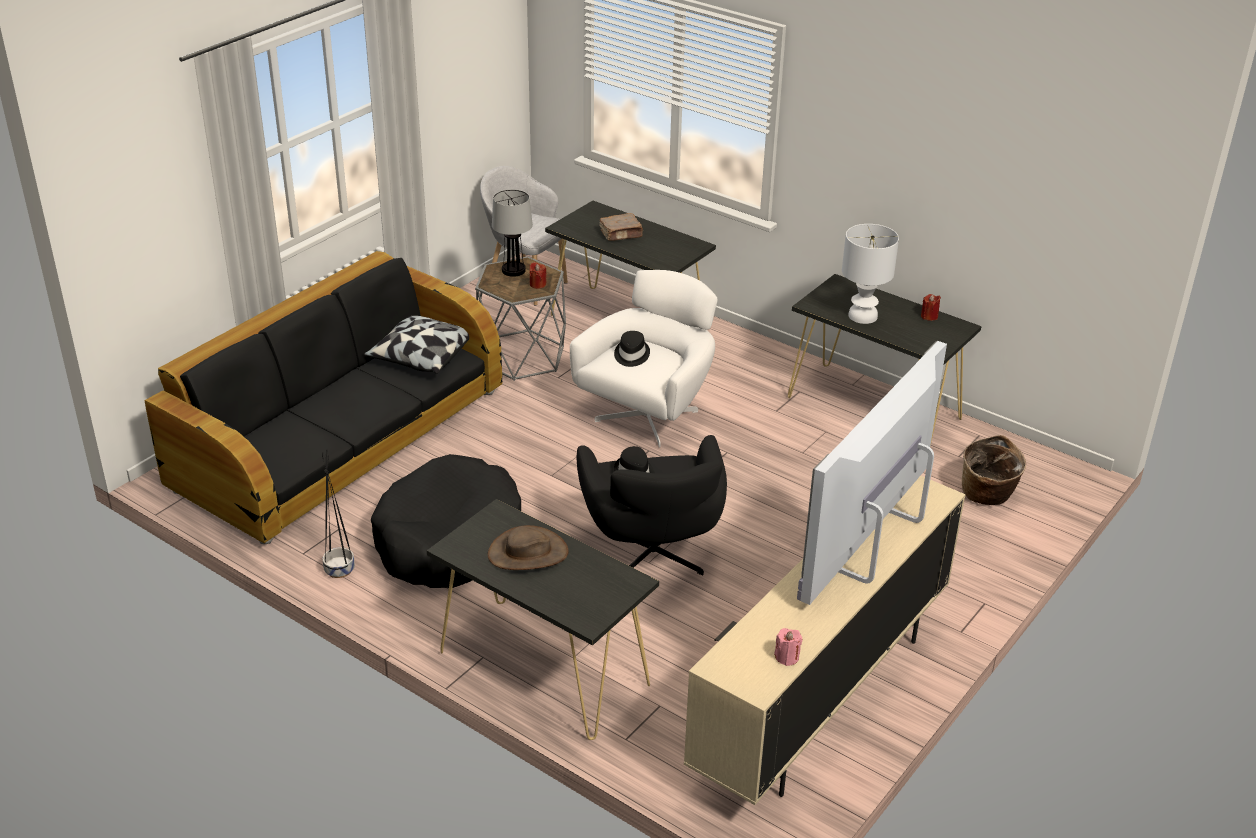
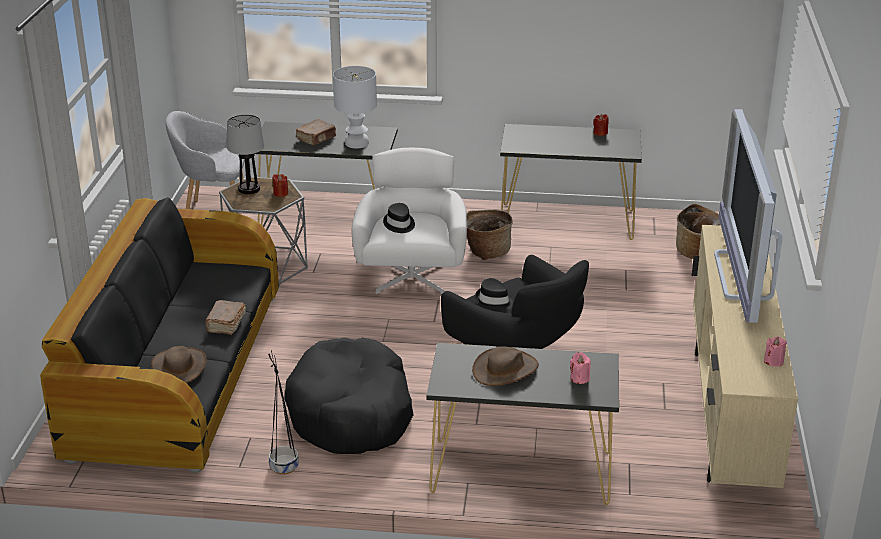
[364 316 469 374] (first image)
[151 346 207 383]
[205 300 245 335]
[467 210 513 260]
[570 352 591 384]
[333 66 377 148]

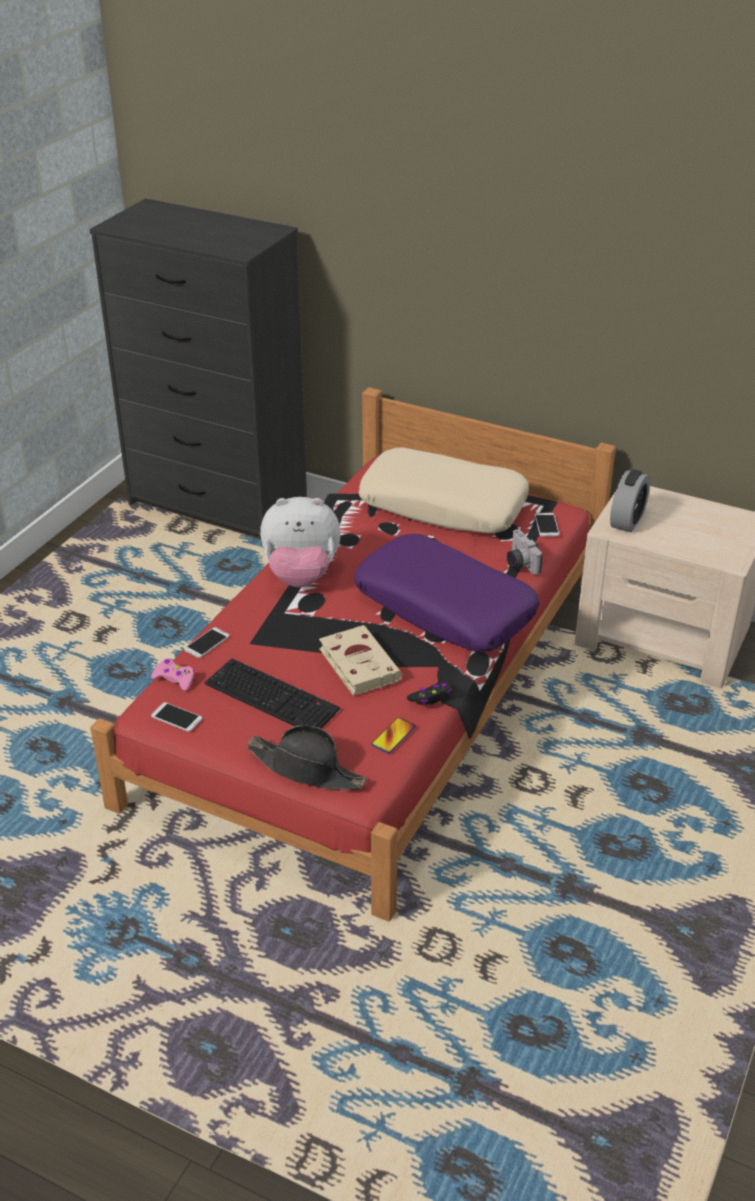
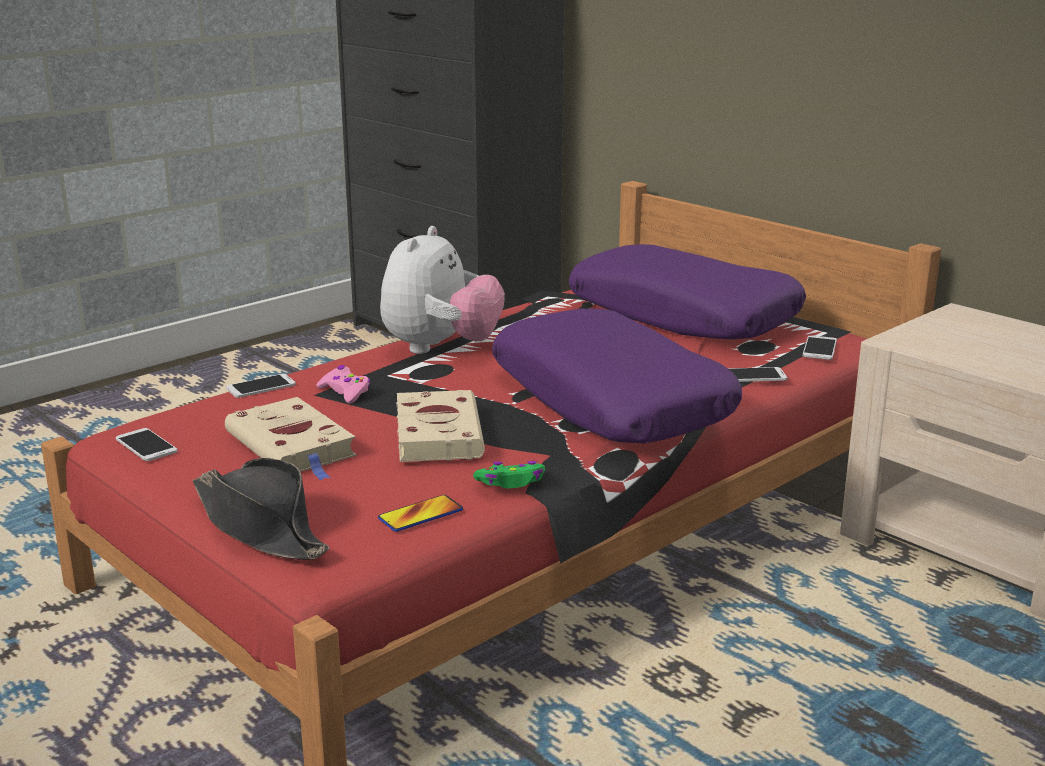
[610 469 650 532] (first image)
[316 365 370 403]
[225 397 356 480]
[728 367 787 382]
[569 244 806 339]
[473 461 545 488]
[380 226 505 354]

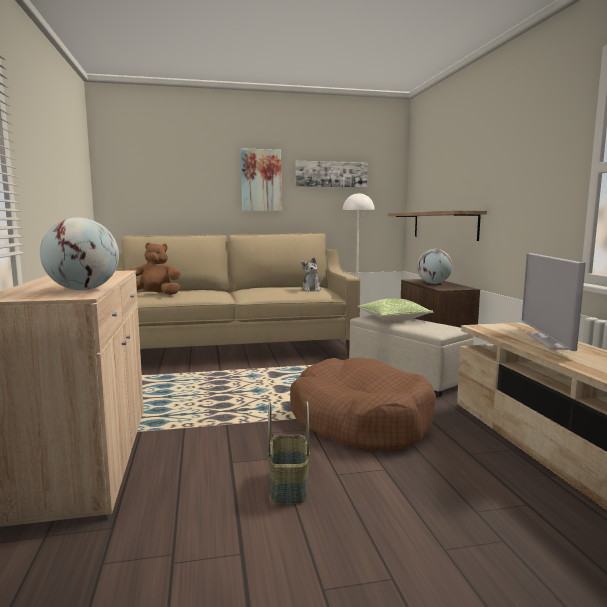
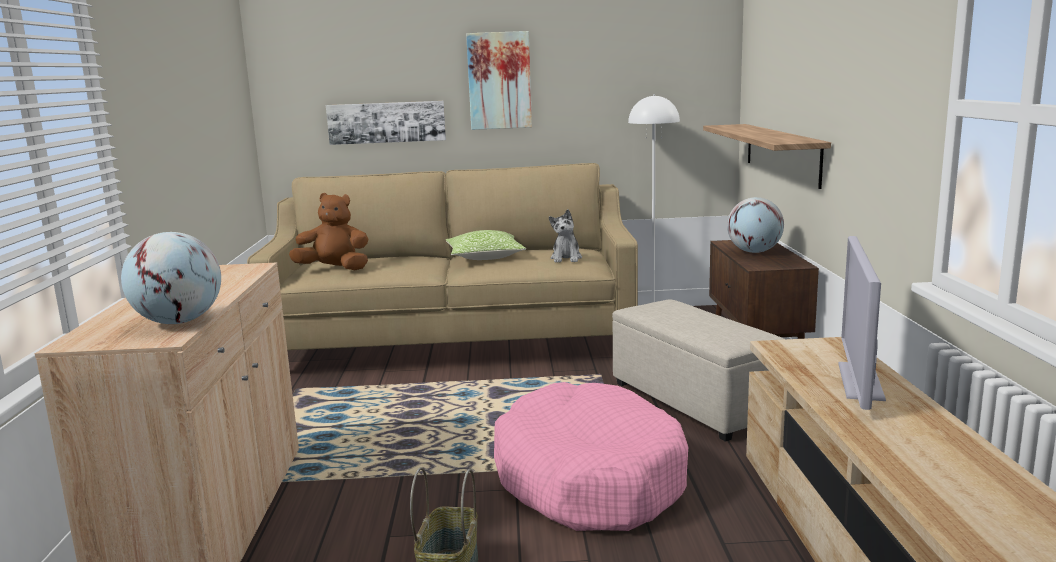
[326 101 446 145]
[446 230 526 260]
[494 382 688 531]

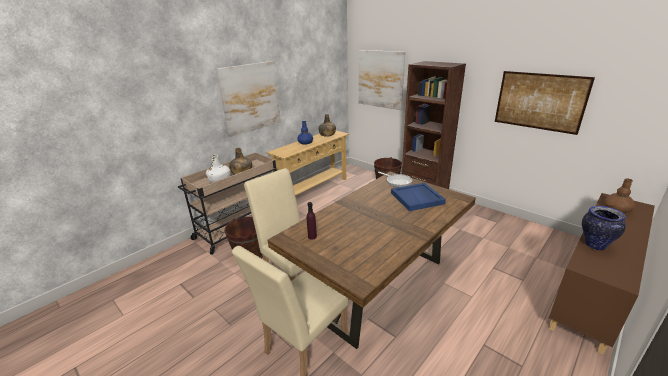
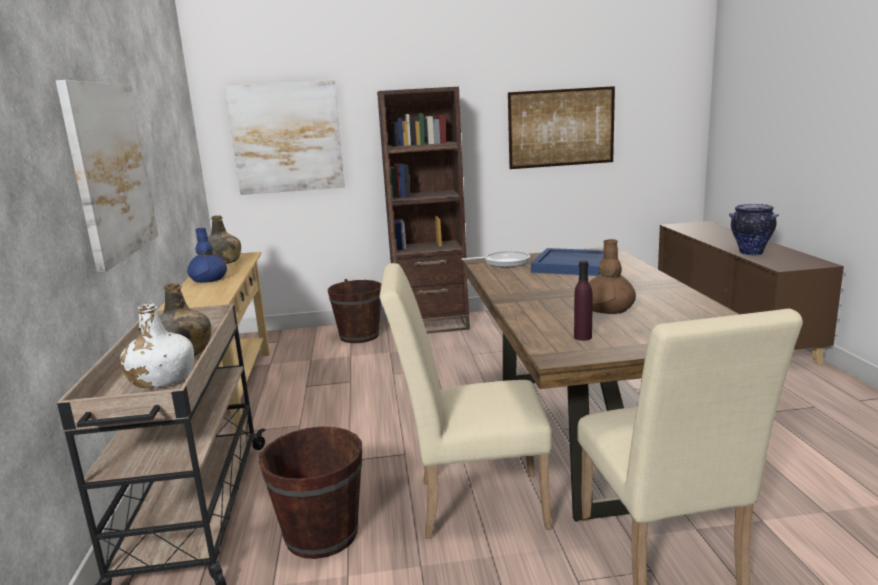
[589 239 636 314]

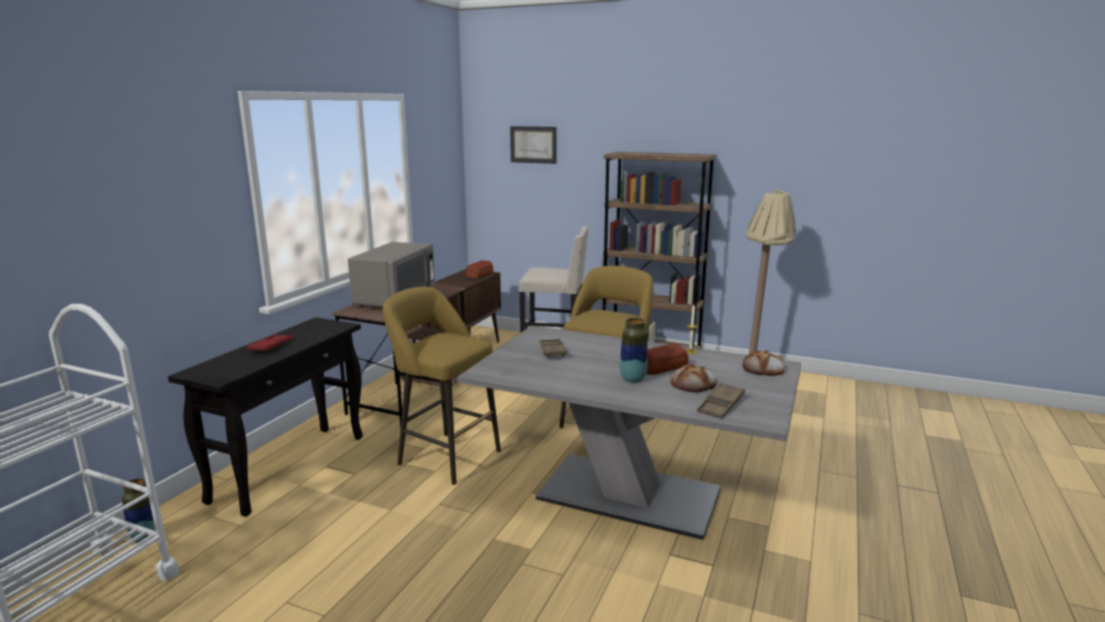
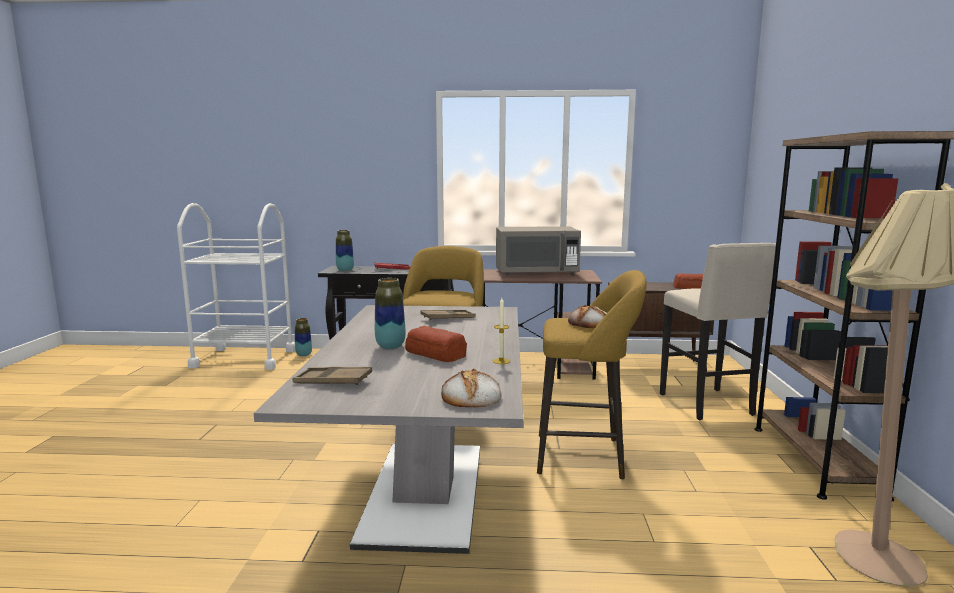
[510 126 557 164] (first image)
[336 230 354 271]
[568 305 607 328]

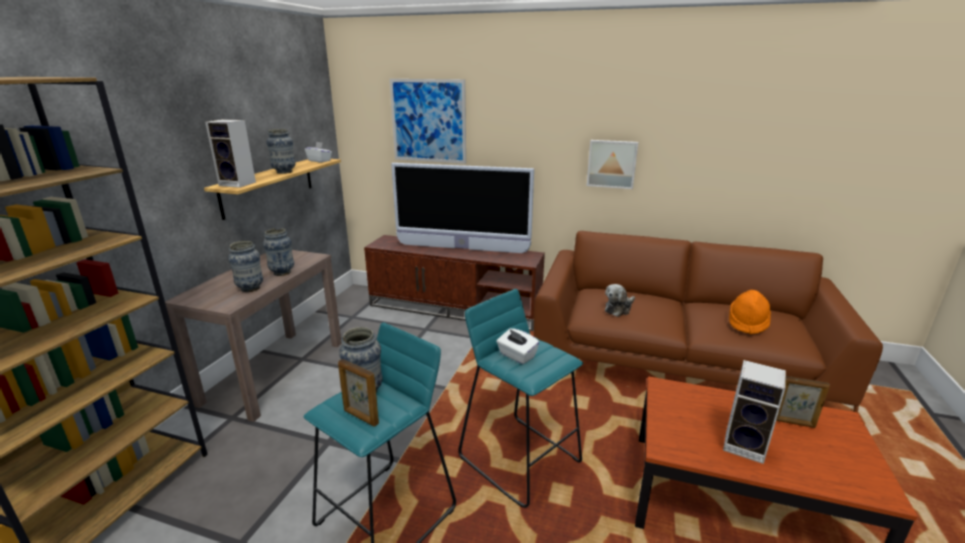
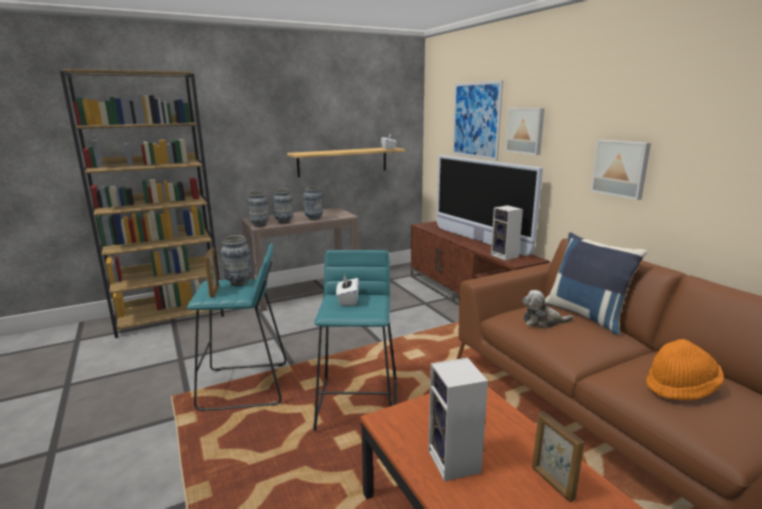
[505 108 545 155]
[545 232 647 335]
[491 205 523 260]
[247 191 269 227]

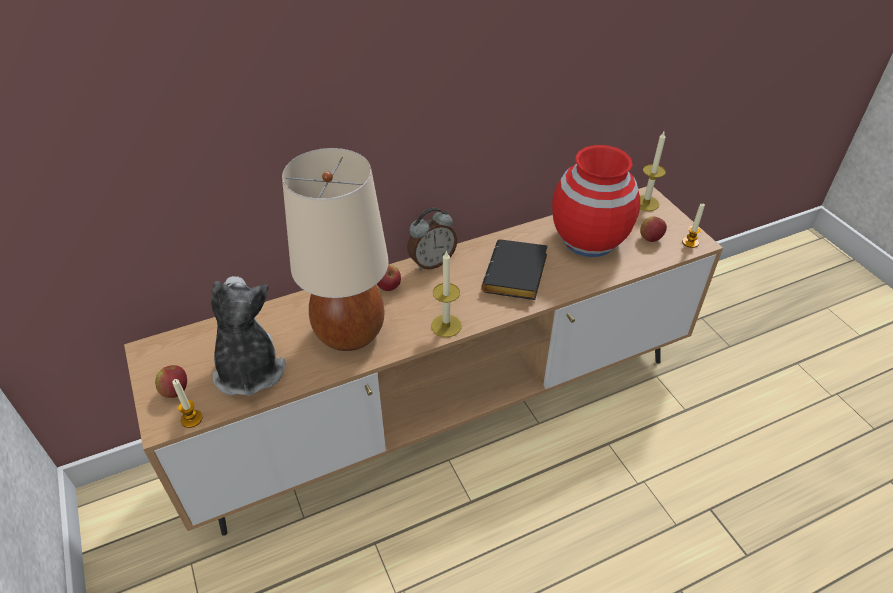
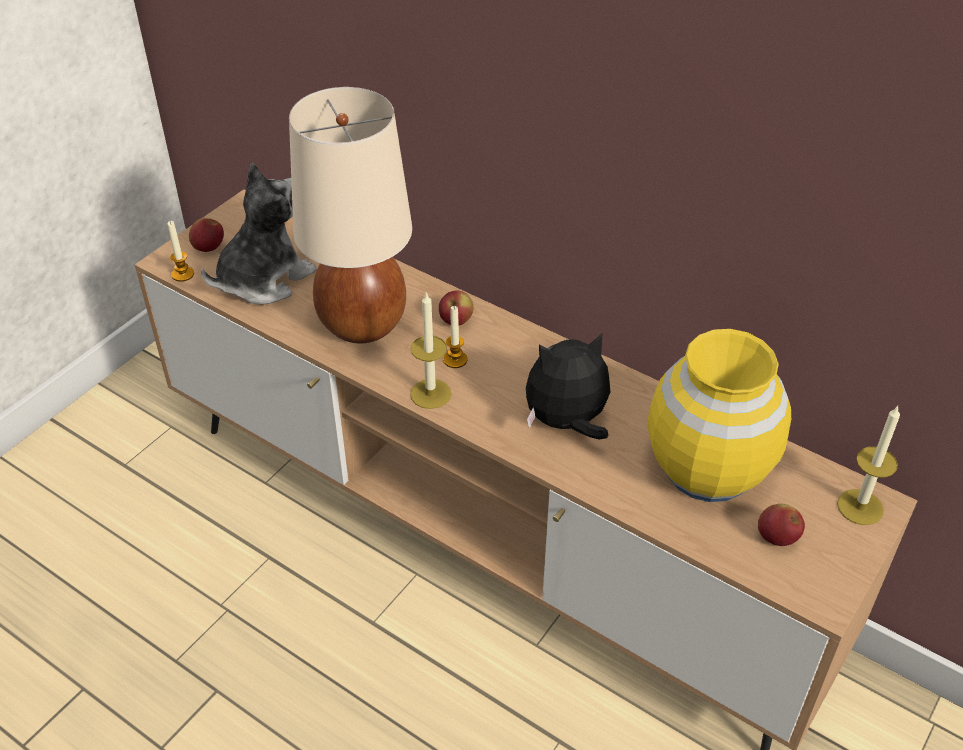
[407 208 457 270] (first image)
[443 306 467 368]
[526 333 611 439]
[648 329 791 502]

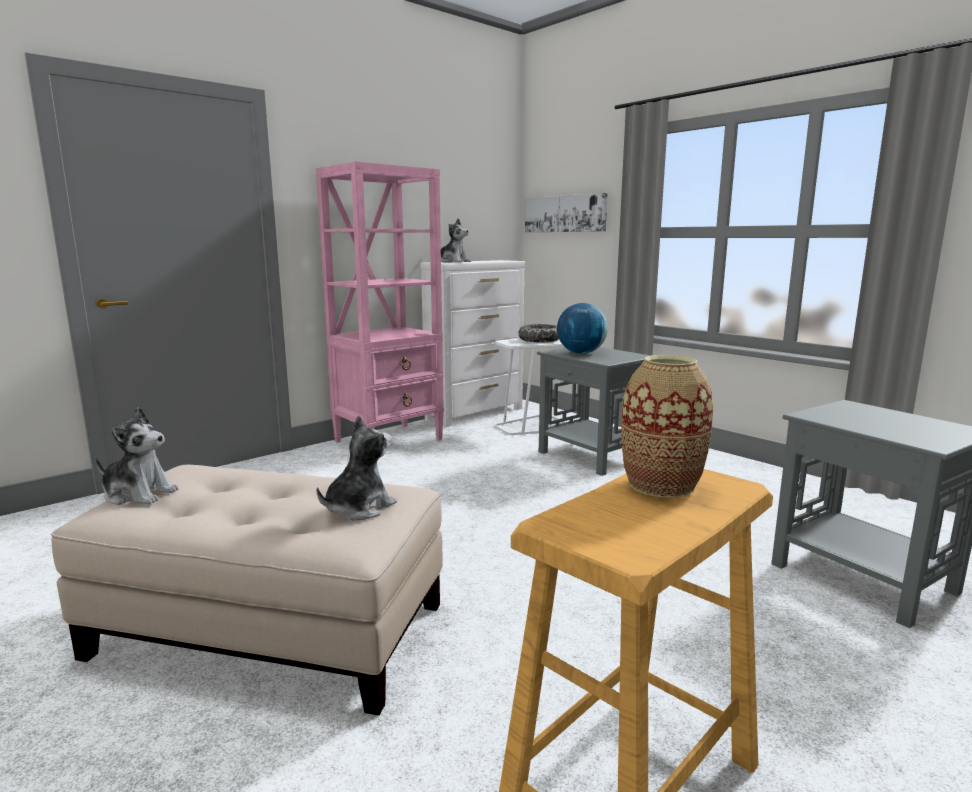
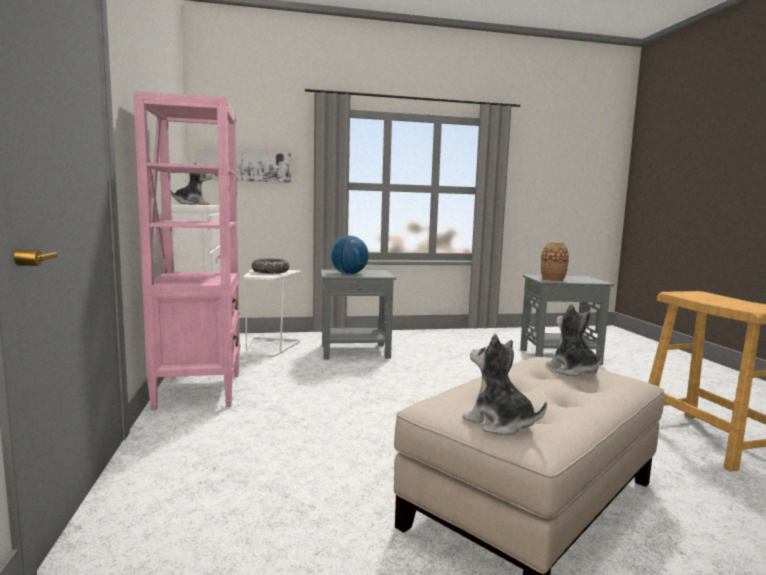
[541 241 569 282]
[462 334 547 435]

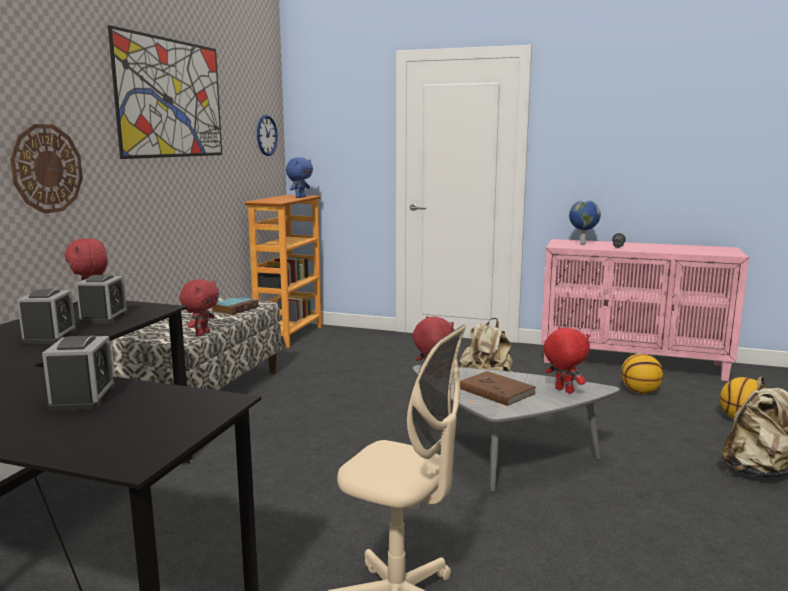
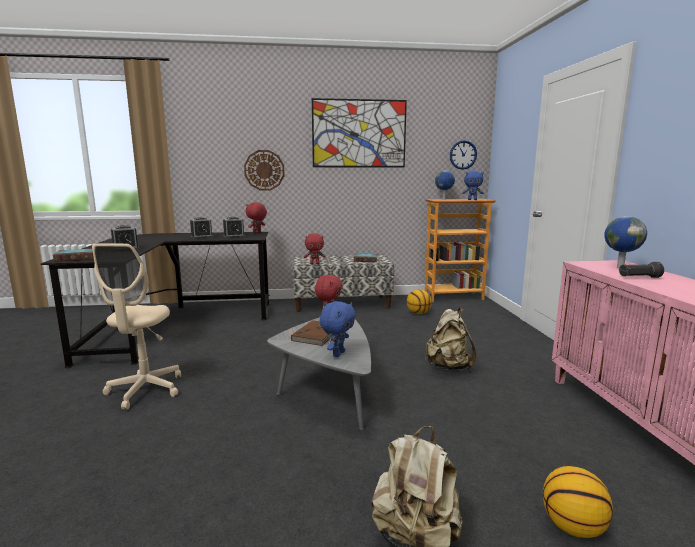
[53 249 94 262]
[435 170 455 200]
[407 289 432 314]
[320 301 356 357]

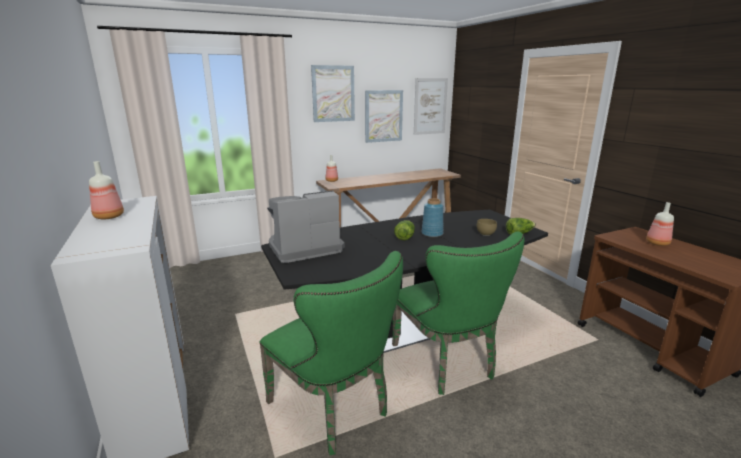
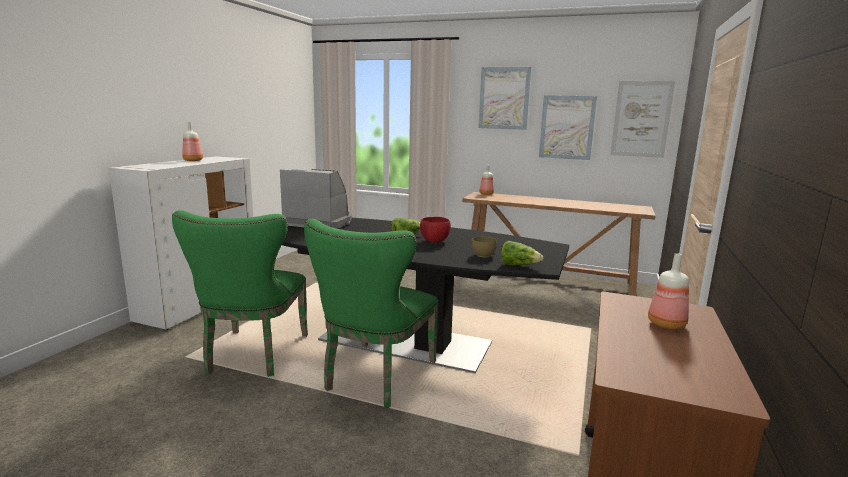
[420 217 451 243]

